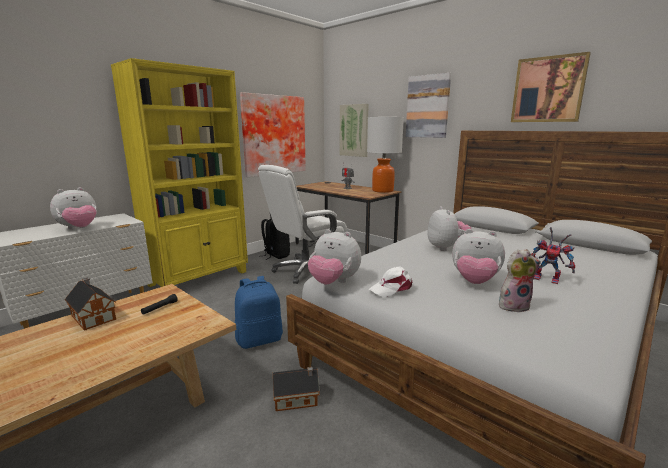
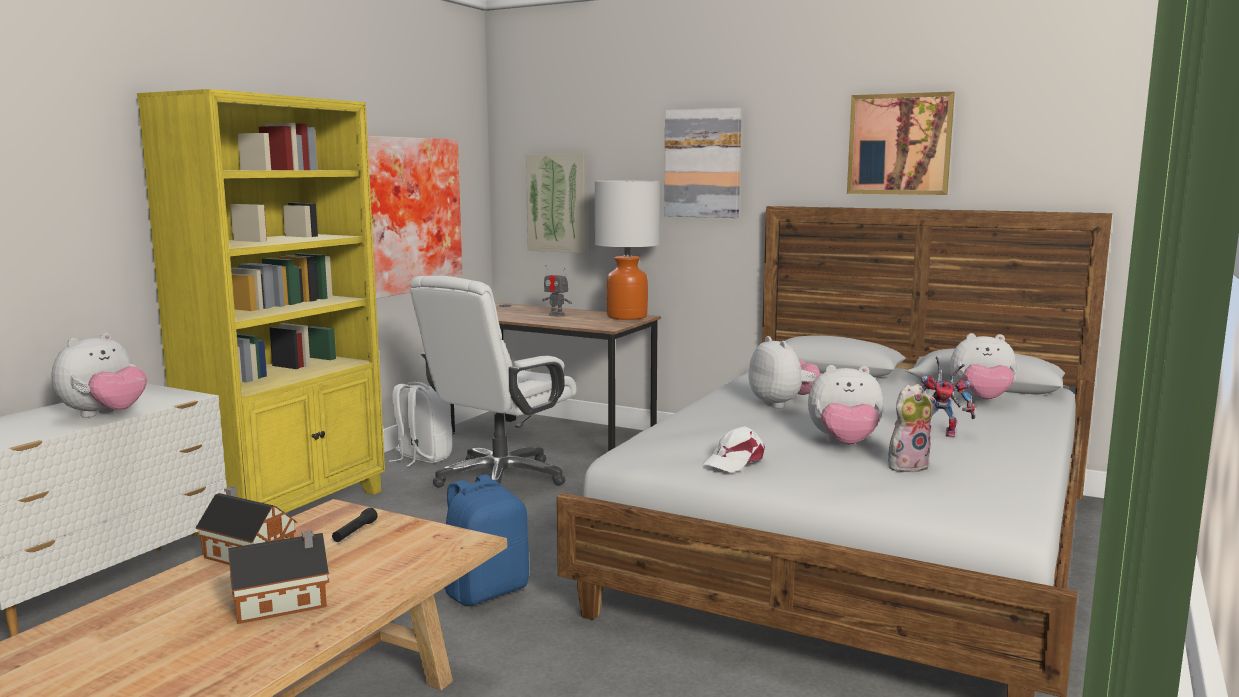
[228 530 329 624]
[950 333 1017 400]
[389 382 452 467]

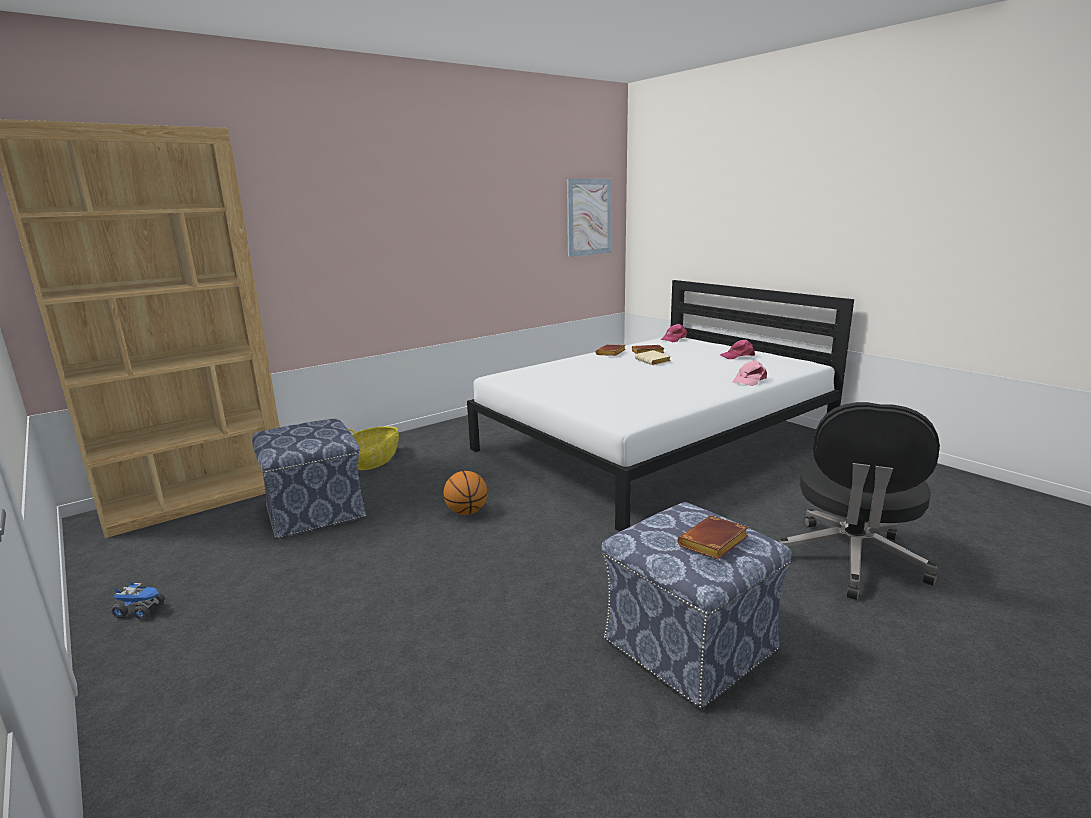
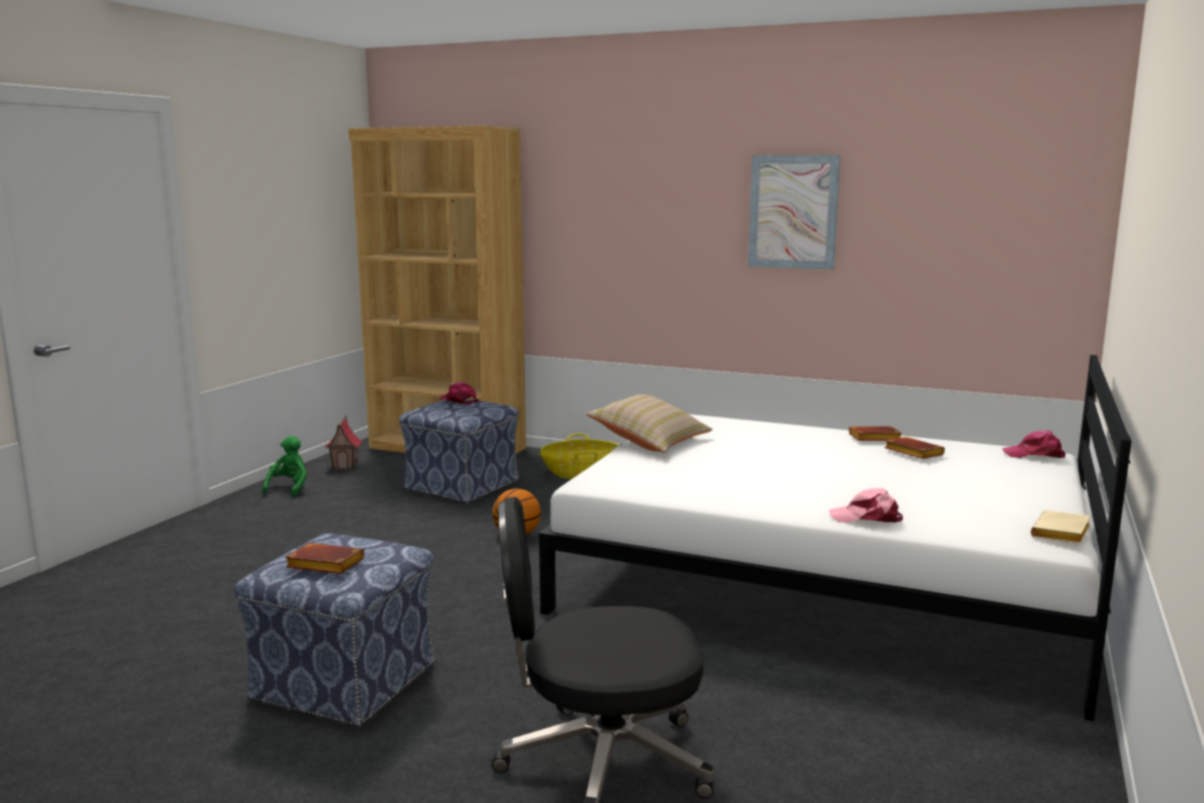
[325 415 362 470]
[586 394 713 453]
[748 155 840 270]
[1031 510 1091 544]
[440 382 479 405]
[262 436 307 497]

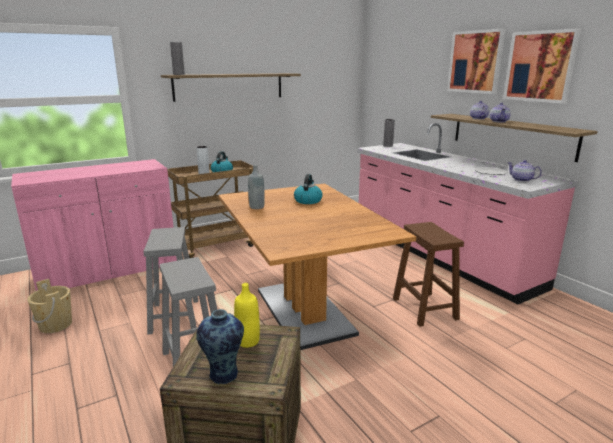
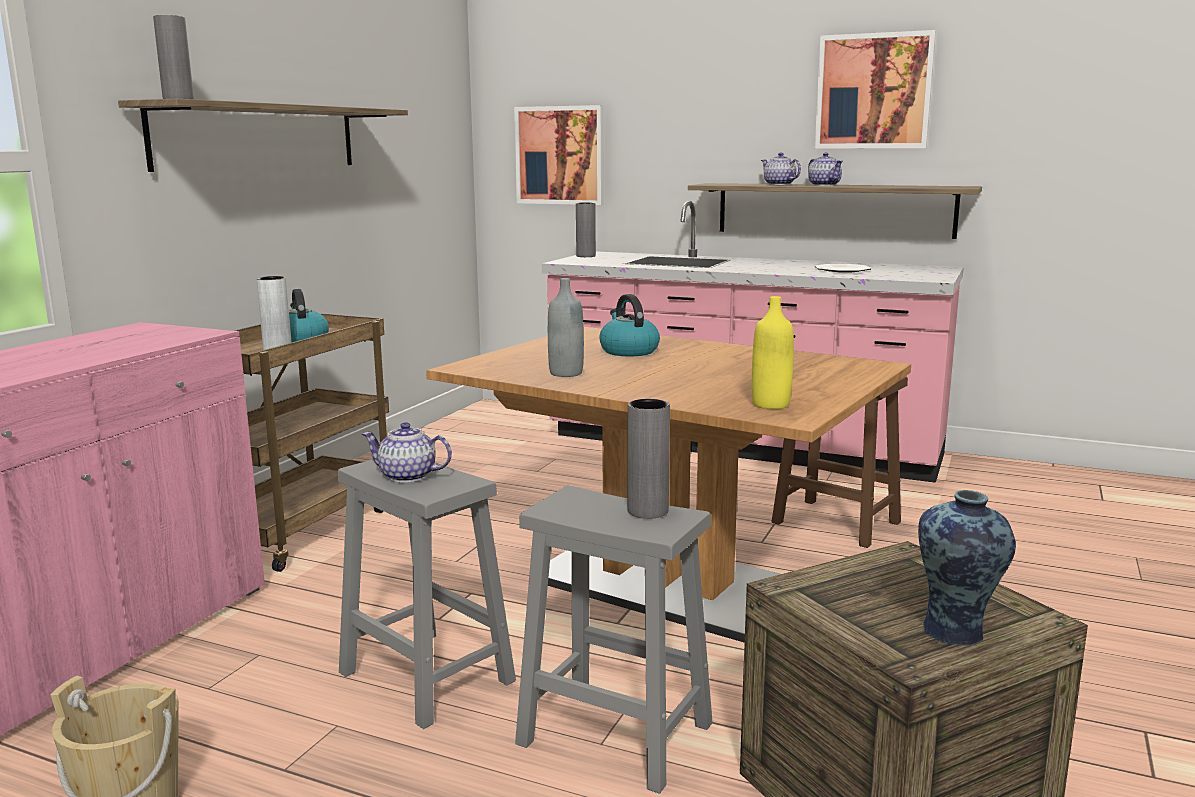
[627 399 670 519]
[752 296 794 409]
[514 105 604 205]
[362 422 452 483]

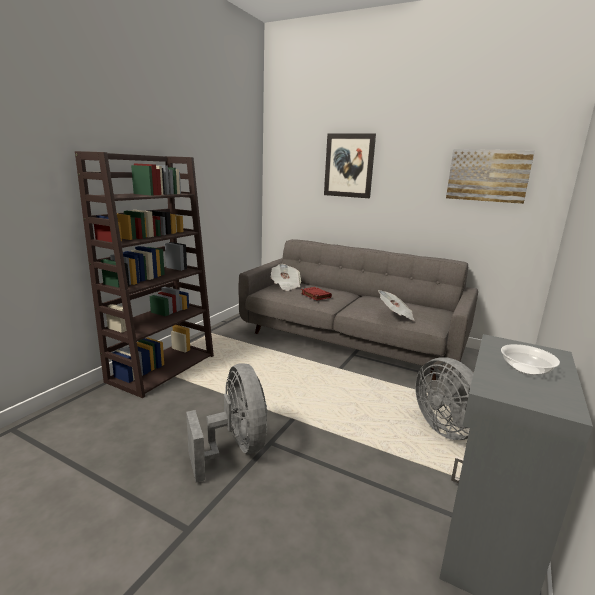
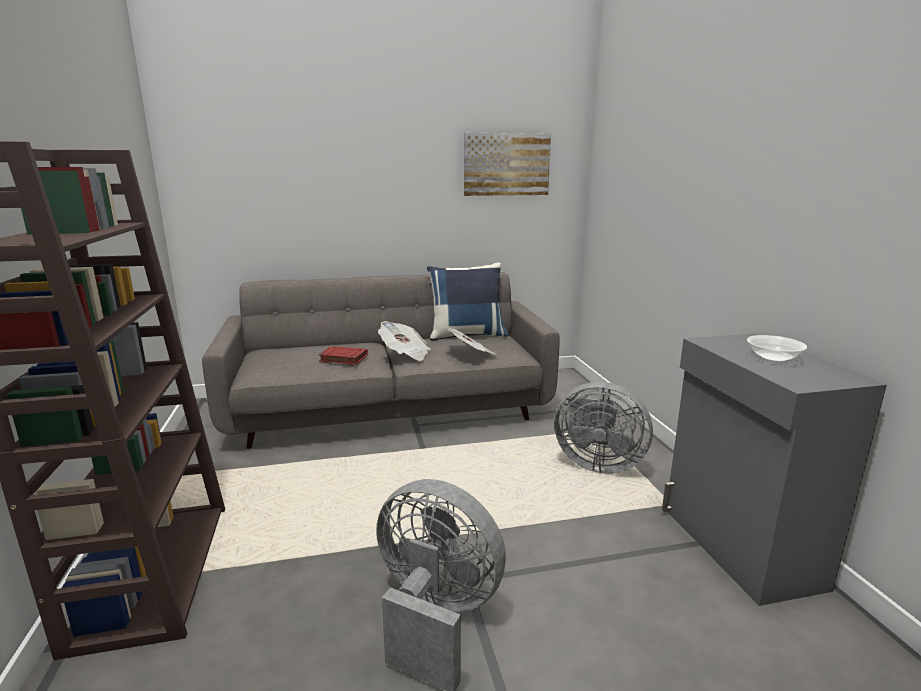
[324 133 376 198] (first image)
[427 263 509 341]
[378 321 431 361]

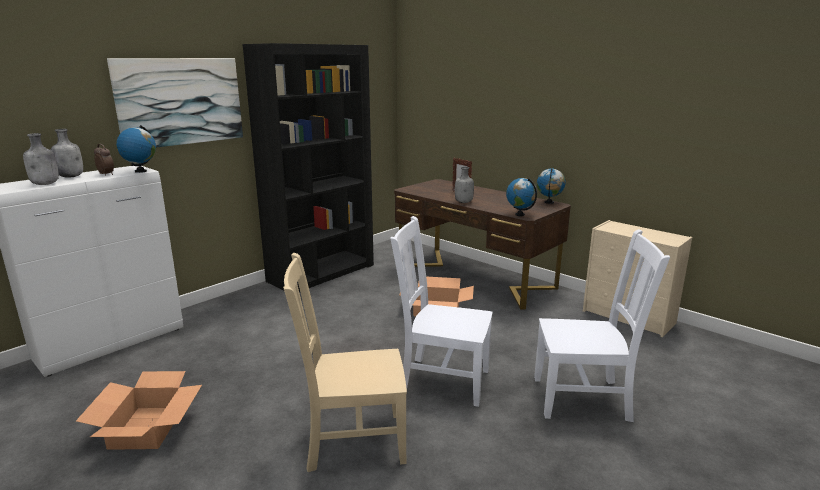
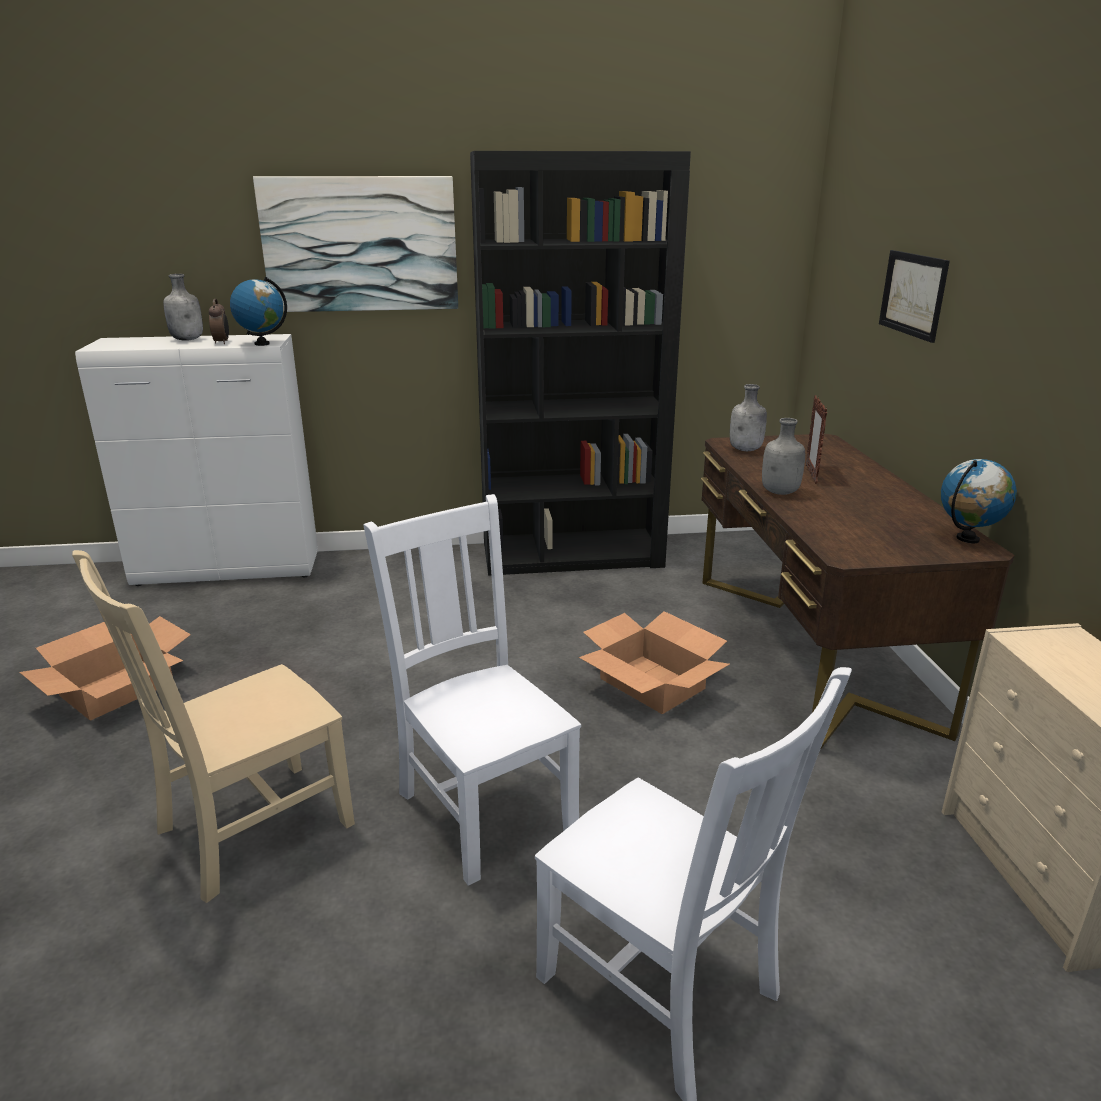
[506 178 537 216] (first image)
[879 250 950 343]
[730 384 767 451]
[72 550 355 903]

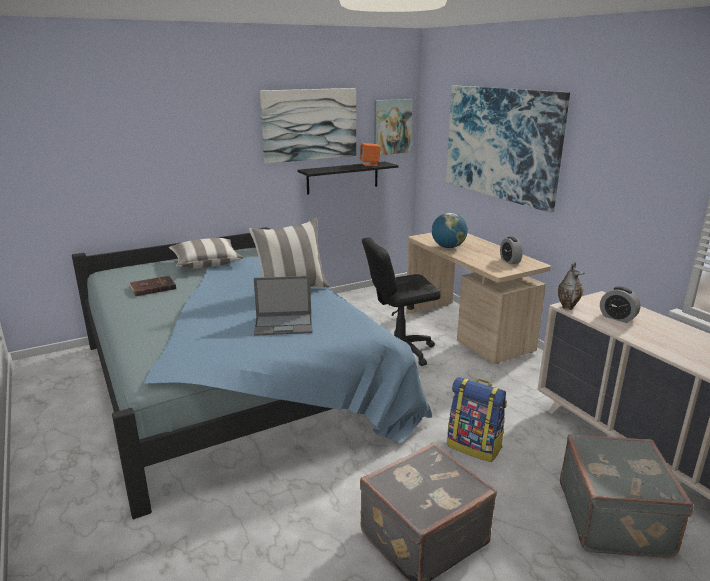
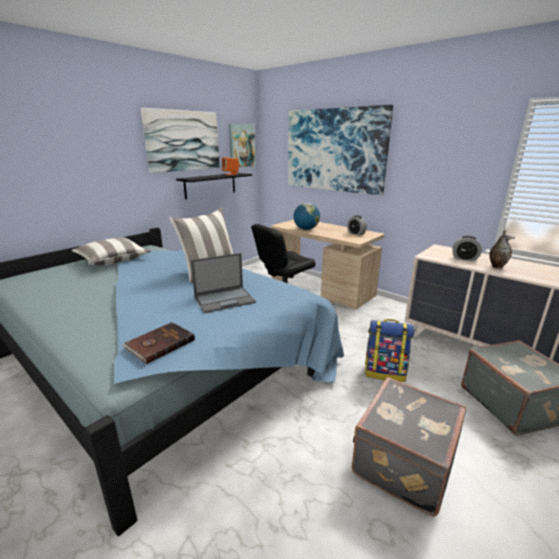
[123 322 195 364]
[489 230 515 269]

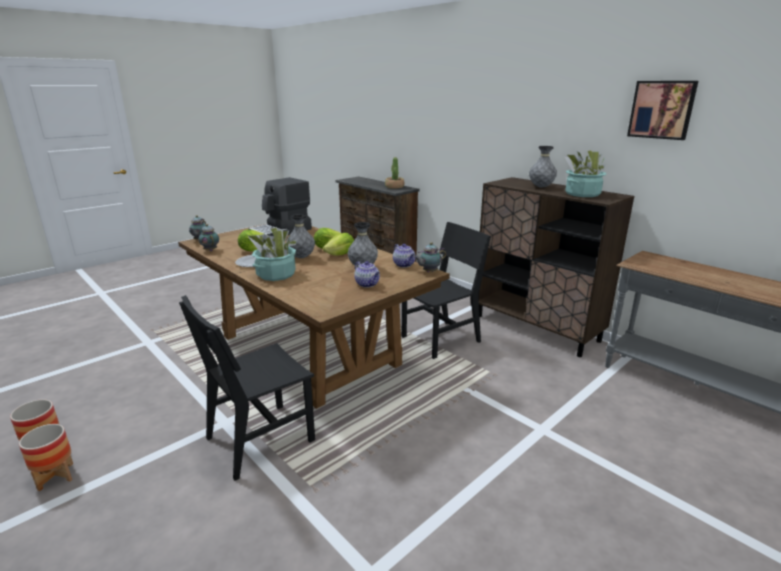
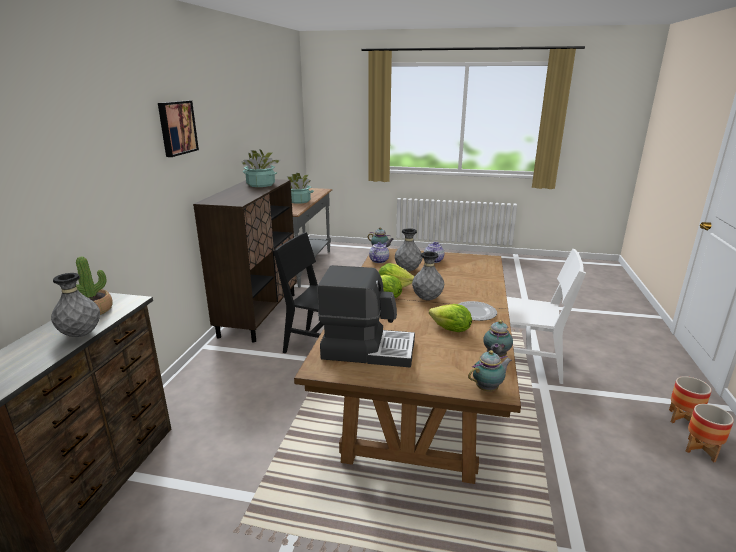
[287 173 314 204]
[51 273 100 337]
[158 101 199 157]
[507 249 586 384]

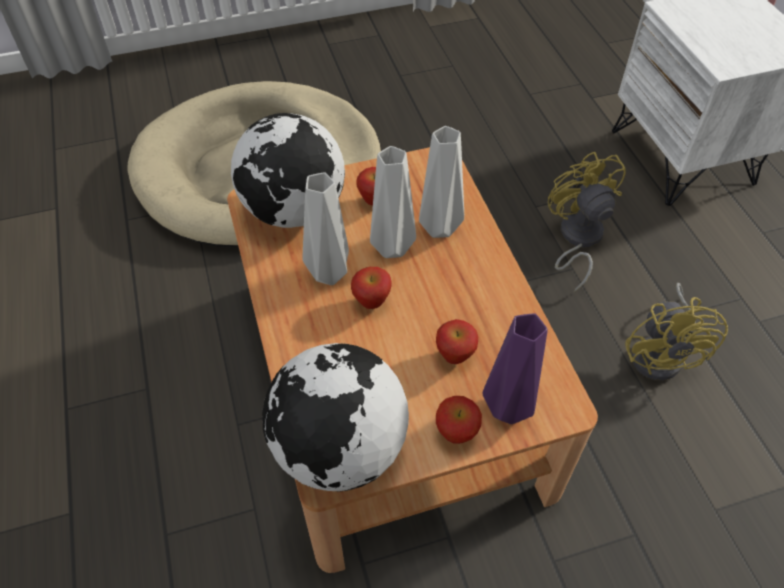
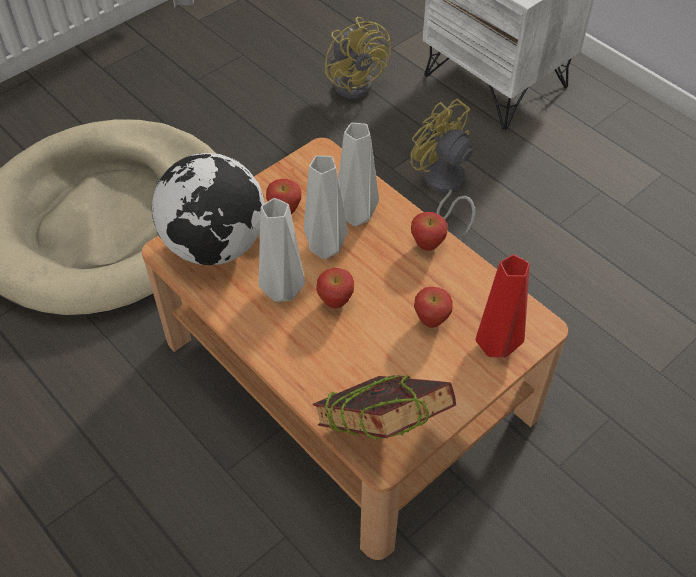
[411 212 447 251]
[325 17 391 99]
[313 374 456 440]
[476 255 529 358]

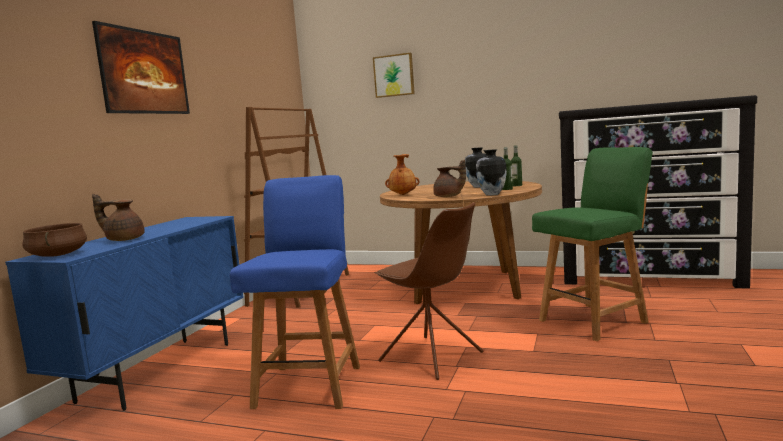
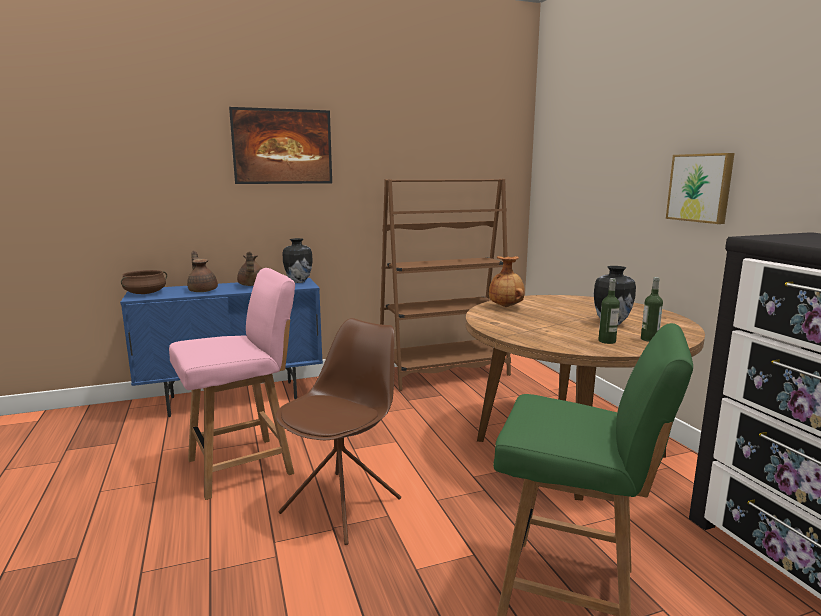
[666 153 735 224]
[237 251 262 286]
[283 238 313 283]
[169 268 295 500]
[276 318 401 545]

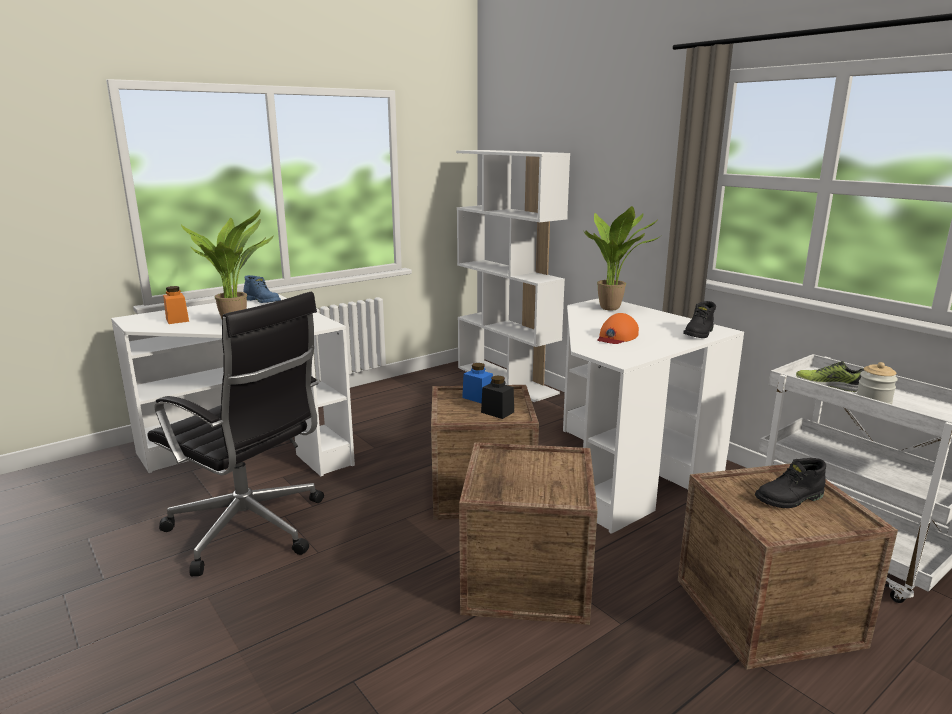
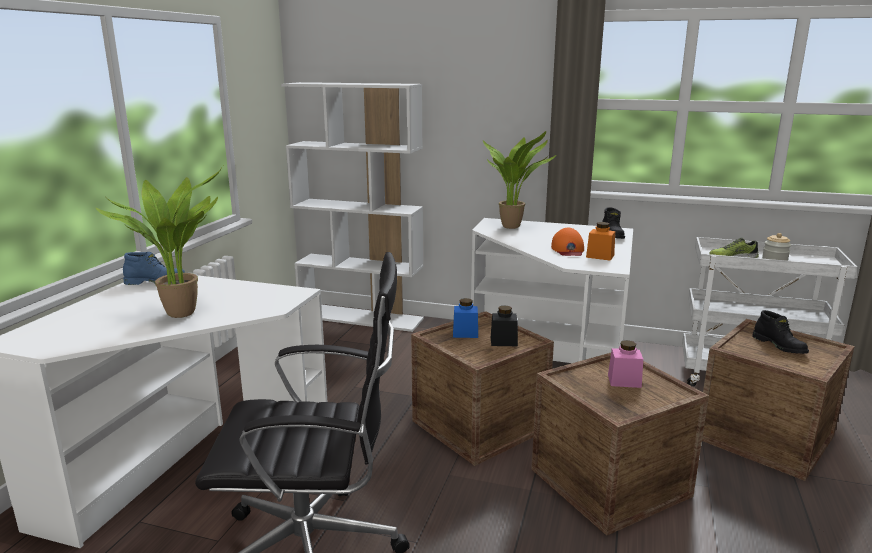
[608 340 643 388]
[586 222 615 261]
[752 310 809 354]

